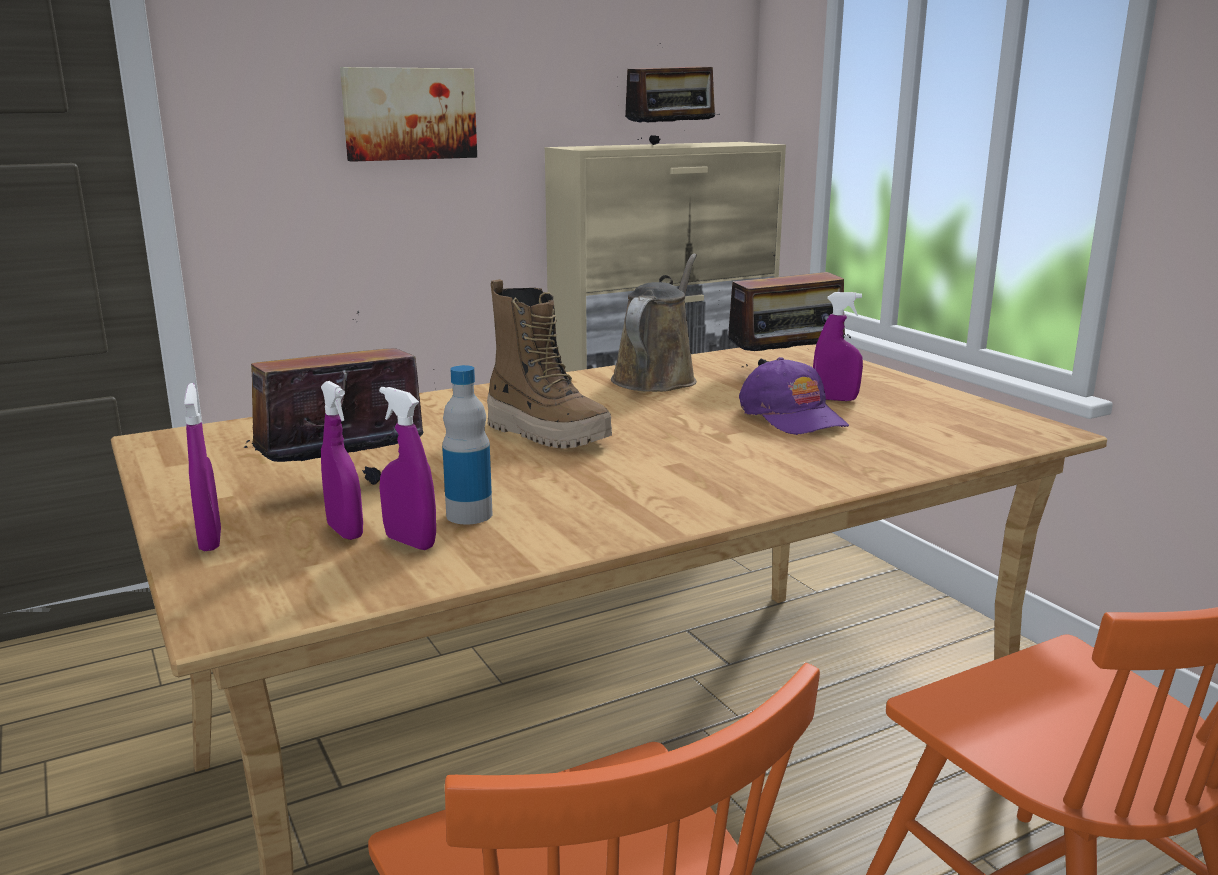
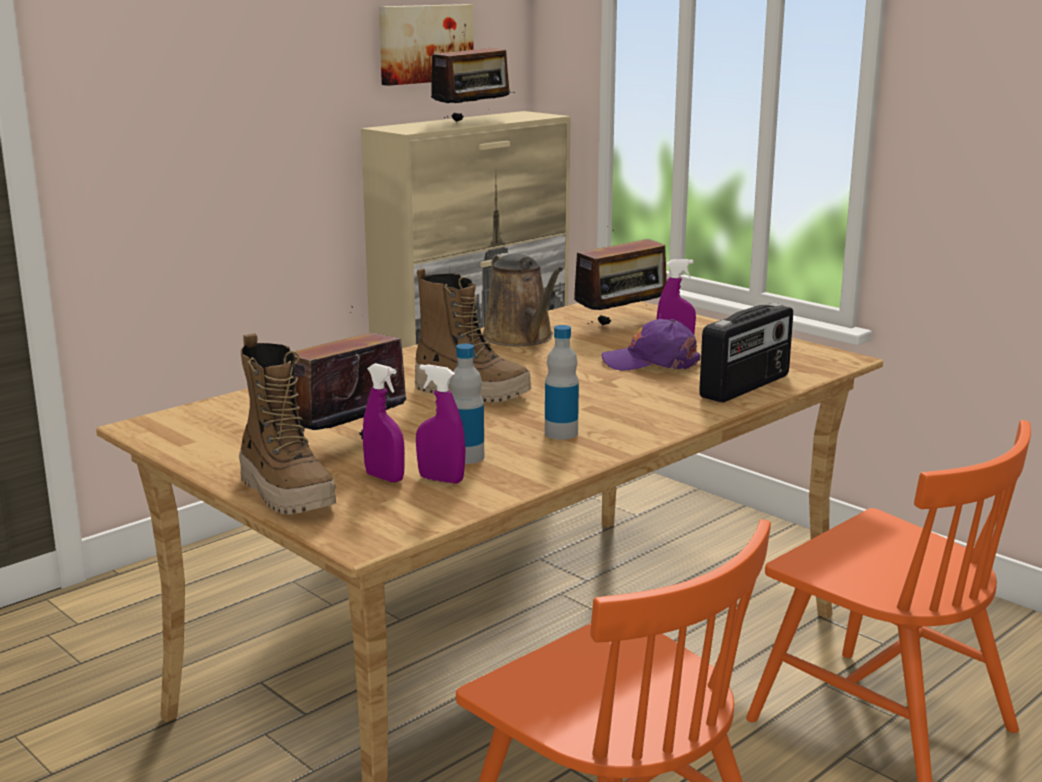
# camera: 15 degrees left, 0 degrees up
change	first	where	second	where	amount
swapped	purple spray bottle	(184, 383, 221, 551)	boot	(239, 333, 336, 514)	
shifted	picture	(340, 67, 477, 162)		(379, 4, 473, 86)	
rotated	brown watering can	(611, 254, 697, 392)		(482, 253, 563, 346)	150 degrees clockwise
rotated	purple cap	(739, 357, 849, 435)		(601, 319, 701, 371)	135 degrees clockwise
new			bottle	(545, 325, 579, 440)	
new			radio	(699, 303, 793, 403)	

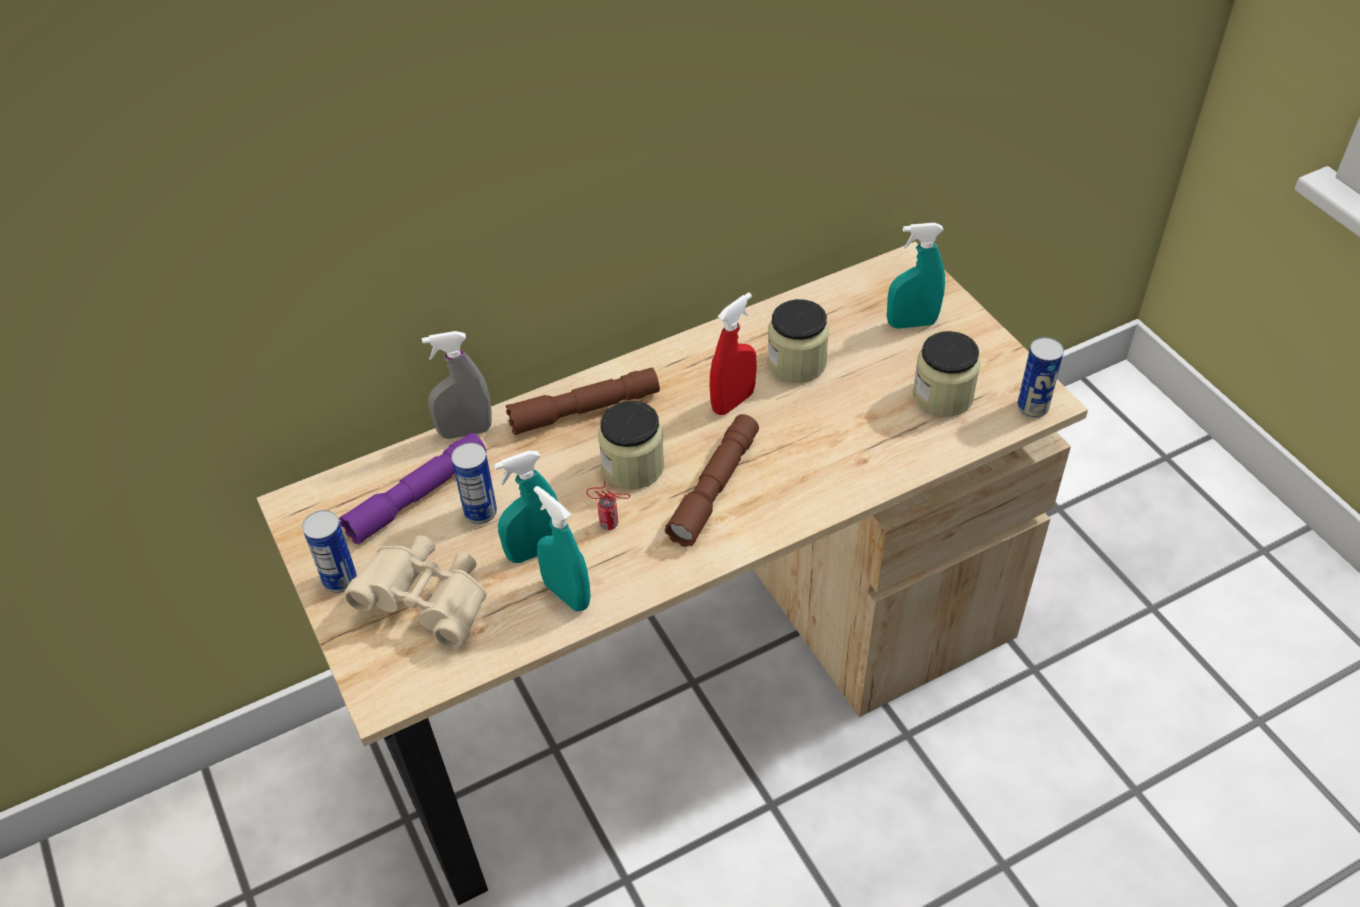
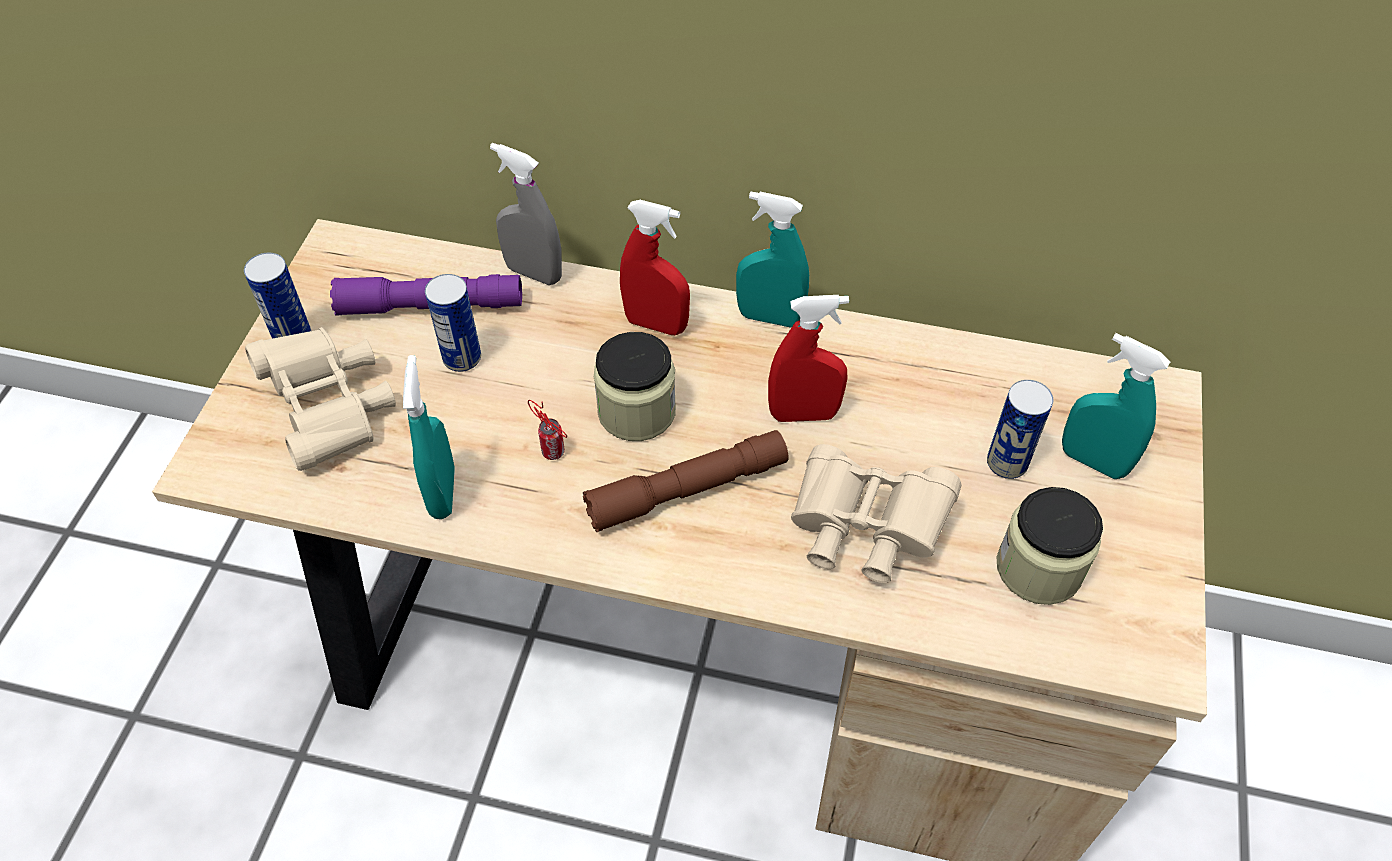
# camera: 40 degrees right, 5 degrees up
change	first	where	second	where	amount
shifted	turquoise spray bottle	(494, 451, 558, 563)		(736, 191, 809, 328)	
swapped	brown flashlight	(506, 368, 660, 435)	red spray bottle	(620, 200, 690, 335)	
gone	jar	(767, 299, 829, 383)			
shifted	can	(1017, 337, 1064, 418)		(987, 380, 1053, 479)	
new			beige binoculars	(791, 444, 961, 583)	

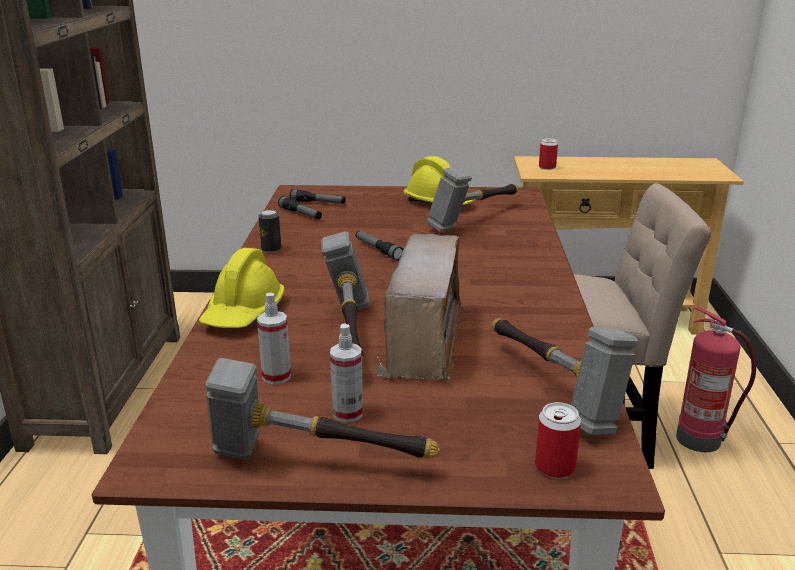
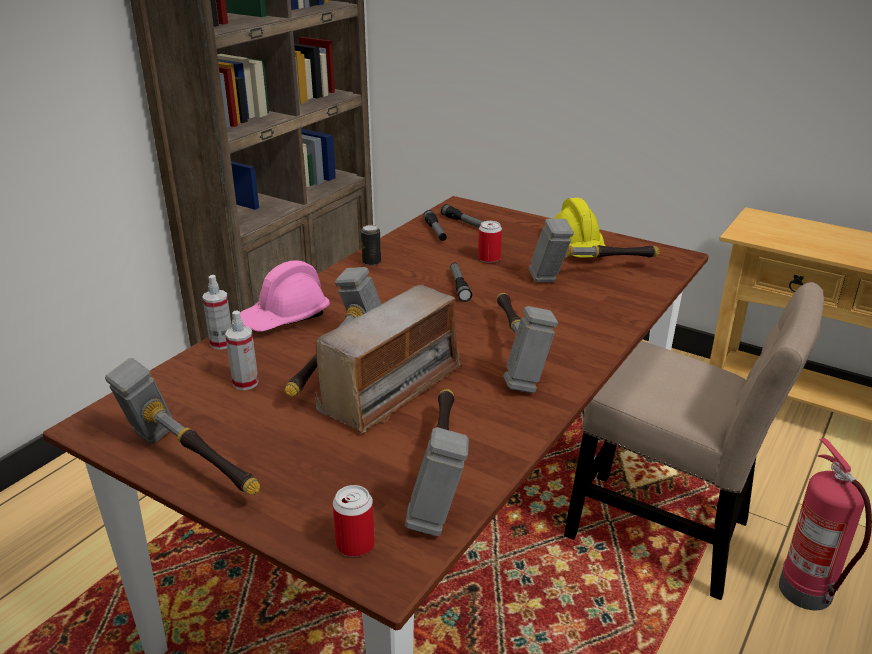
# camera: 30 degrees right, 5 degrees up
change	first	where	second	where	amount
repainted	yellow hard hat	(199, 248, 285, 328)	pink hard hat	(240, 260, 330, 332)	
shifted	spray bottle	(330, 324, 363, 423)		(202, 275, 232, 350)	
shifted	can	(539, 138, 558, 170)		(478, 221, 502, 263)	
new			hammer	(497, 293, 558, 393)	

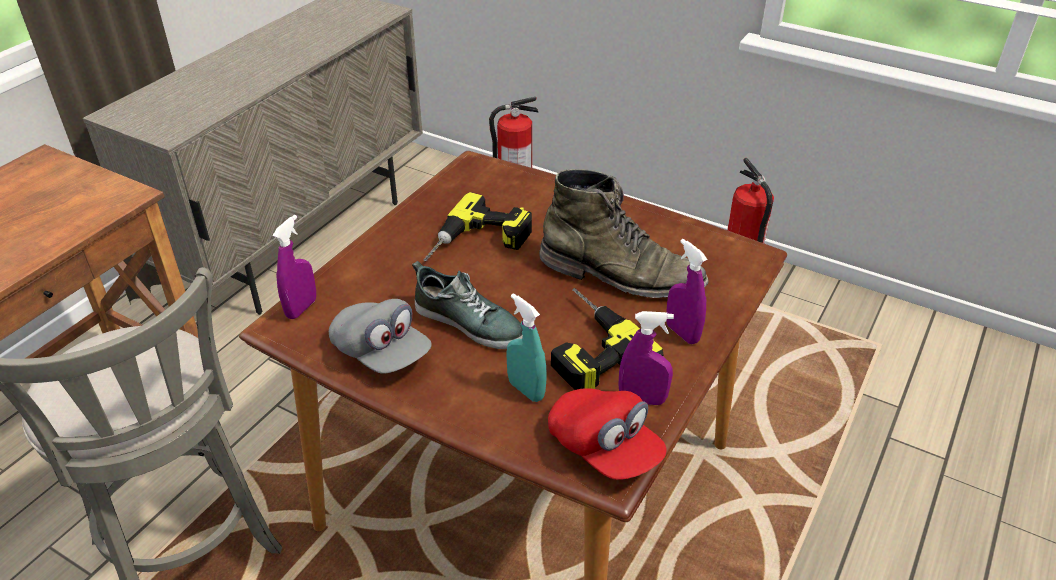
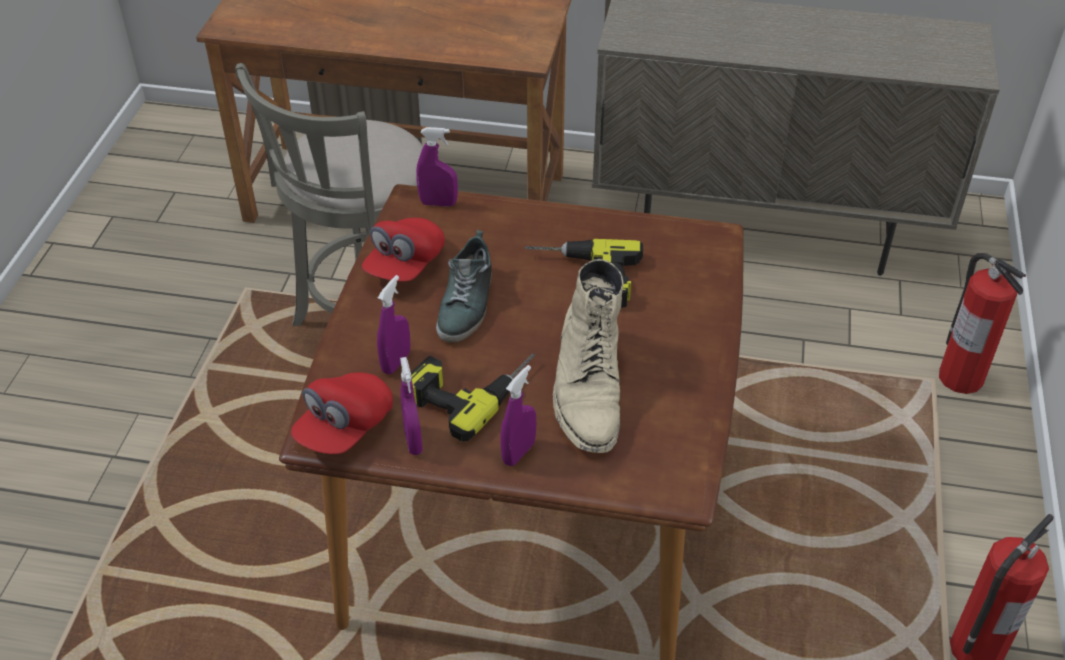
# camera: 70 degrees right, 5 degrees up
change	first	where	second	where	amount
repainted	grey cap	(329, 299, 432, 374)	red cap	(362, 218, 445, 282)	
repainted	turquoise spray bottle	(506, 293, 547, 402)	purple spray bottle	(377, 275, 410, 374)	
repainted	green boot	(539, 169, 709, 298)	beige boot	(553, 259, 623, 453)	

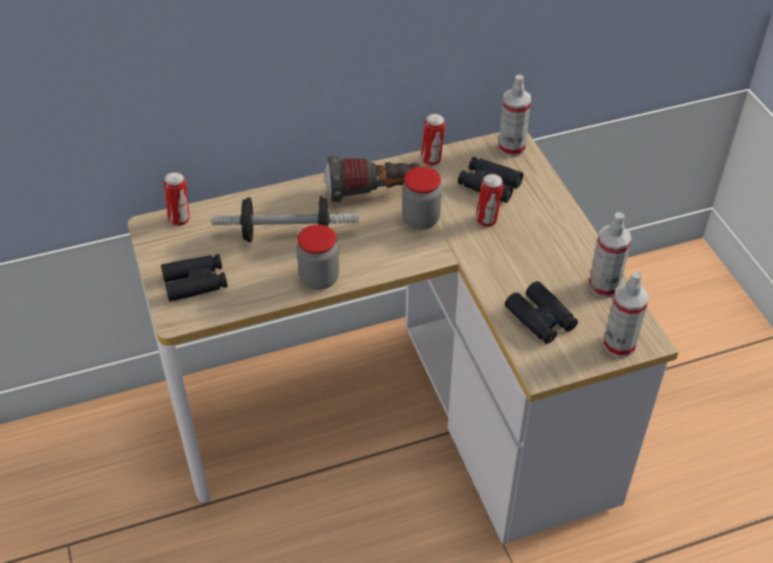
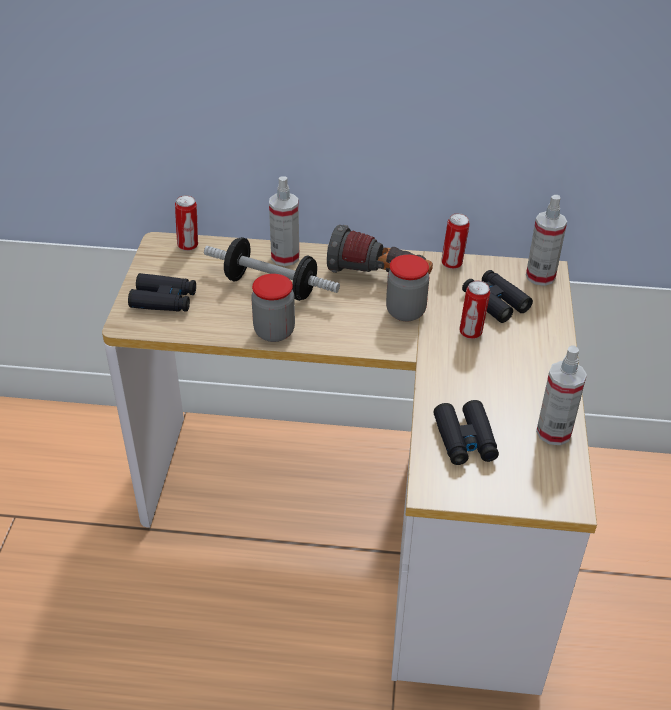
# camera: 25 degrees right, 5 degrees down
change	first	where	second	where	amount
shifted	spray bottle	(603, 271, 649, 358)		(269, 176, 299, 266)	

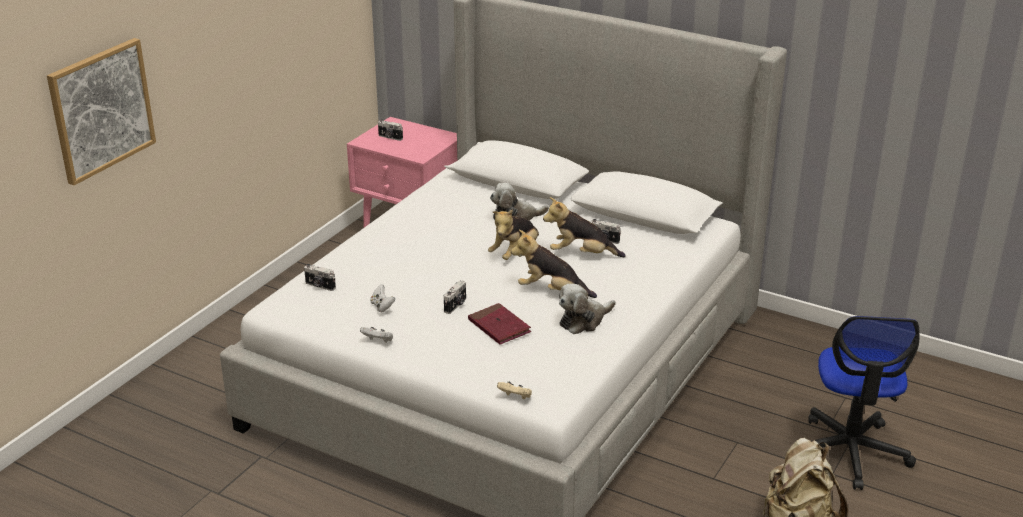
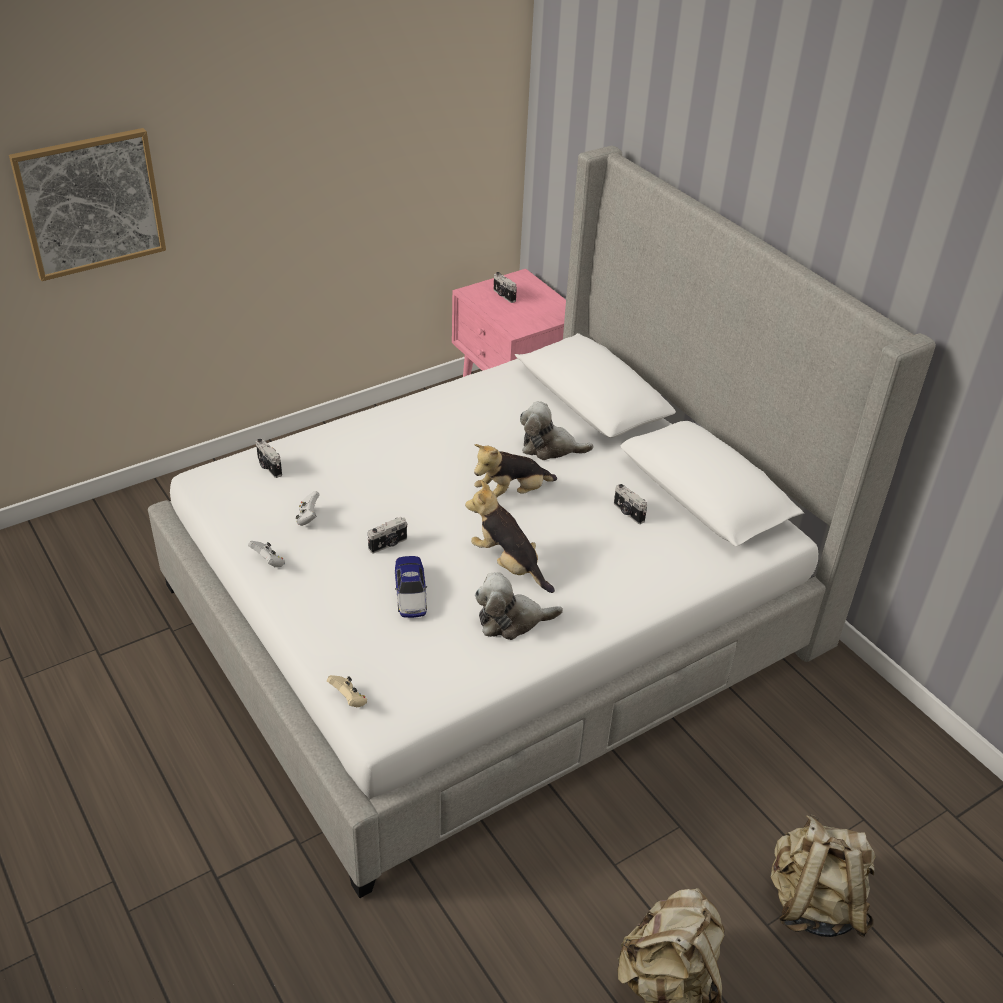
# camera: 25 degrees right, 10 degrees up
change	first	where	second	where	amount
swapped	red book	(468, 303, 531, 345)	toy car	(395, 556, 427, 618)	
gone	plush toy	(543, 197, 625, 257)			
swapped	office chair	(808, 316, 920, 490)	beige backpack	(771, 814, 876, 938)	

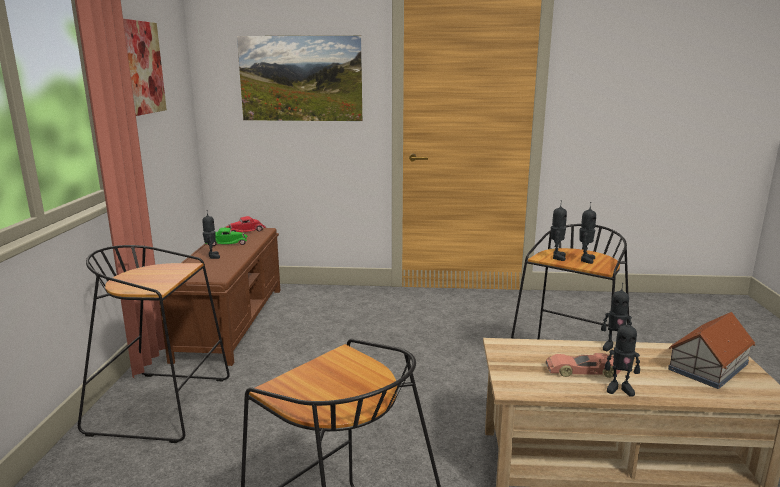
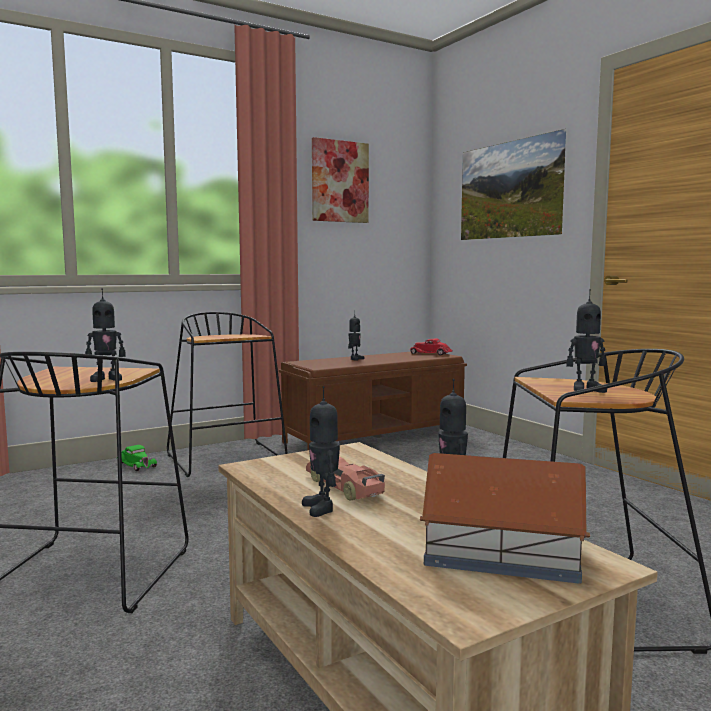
# camera: 55 degrees right, 10 degrees down
change	first	where	second	where	amount
shifted	green toy car	(205, 228, 248, 246)		(121, 445, 157, 471)	
shifted	toy robot	(551, 200, 567, 261)		(85, 288, 126, 382)	

